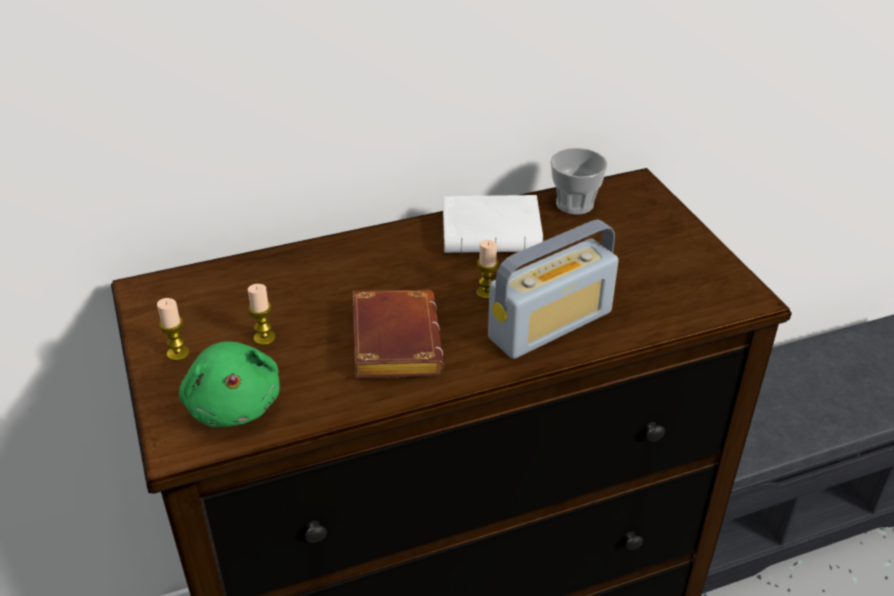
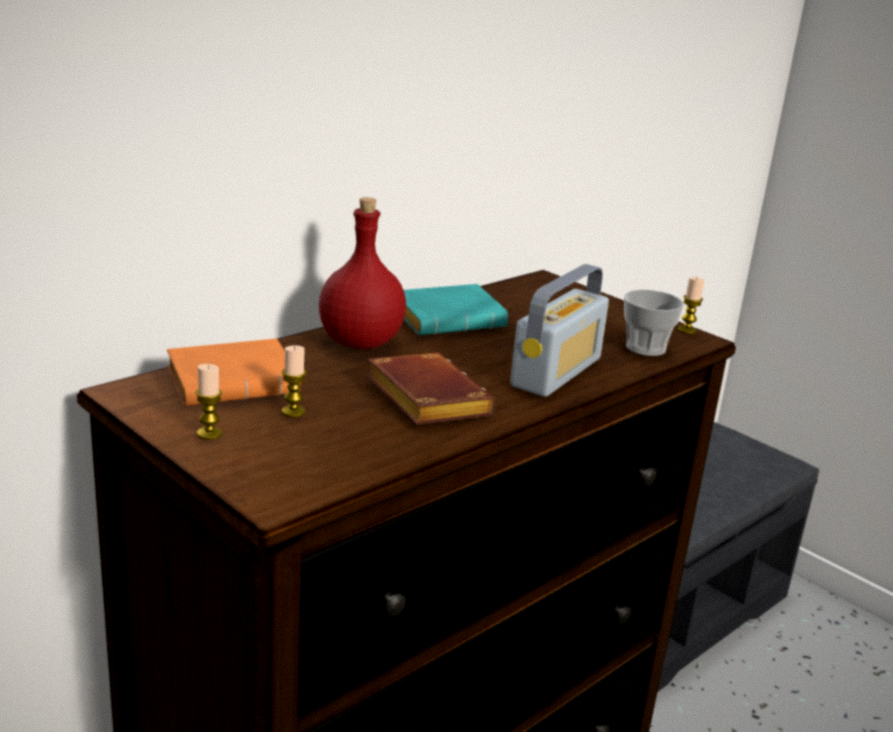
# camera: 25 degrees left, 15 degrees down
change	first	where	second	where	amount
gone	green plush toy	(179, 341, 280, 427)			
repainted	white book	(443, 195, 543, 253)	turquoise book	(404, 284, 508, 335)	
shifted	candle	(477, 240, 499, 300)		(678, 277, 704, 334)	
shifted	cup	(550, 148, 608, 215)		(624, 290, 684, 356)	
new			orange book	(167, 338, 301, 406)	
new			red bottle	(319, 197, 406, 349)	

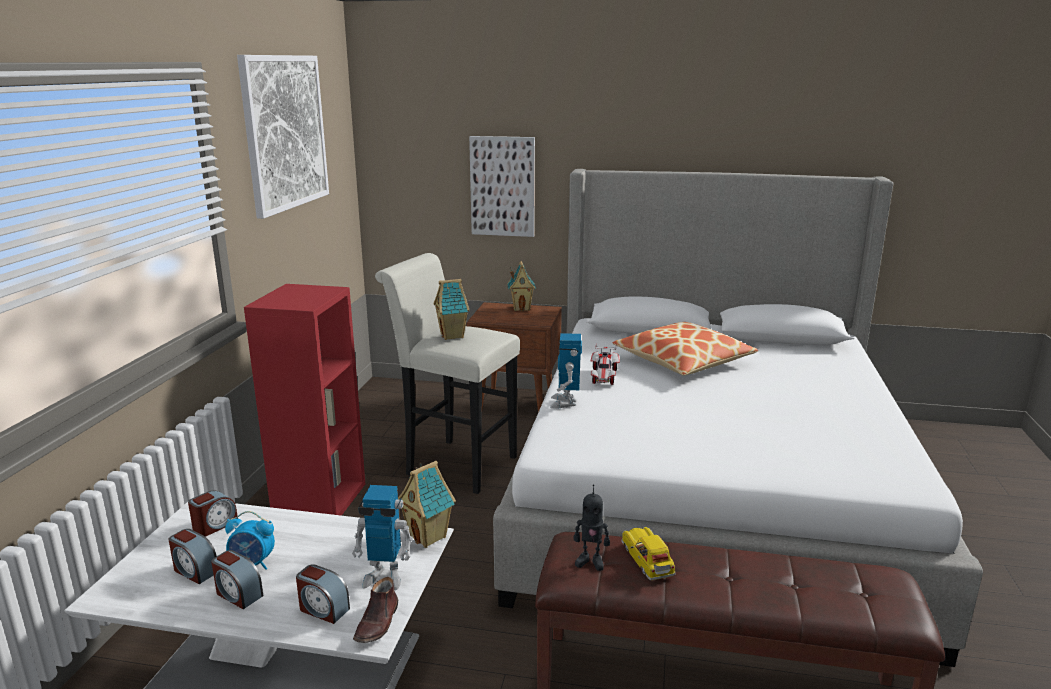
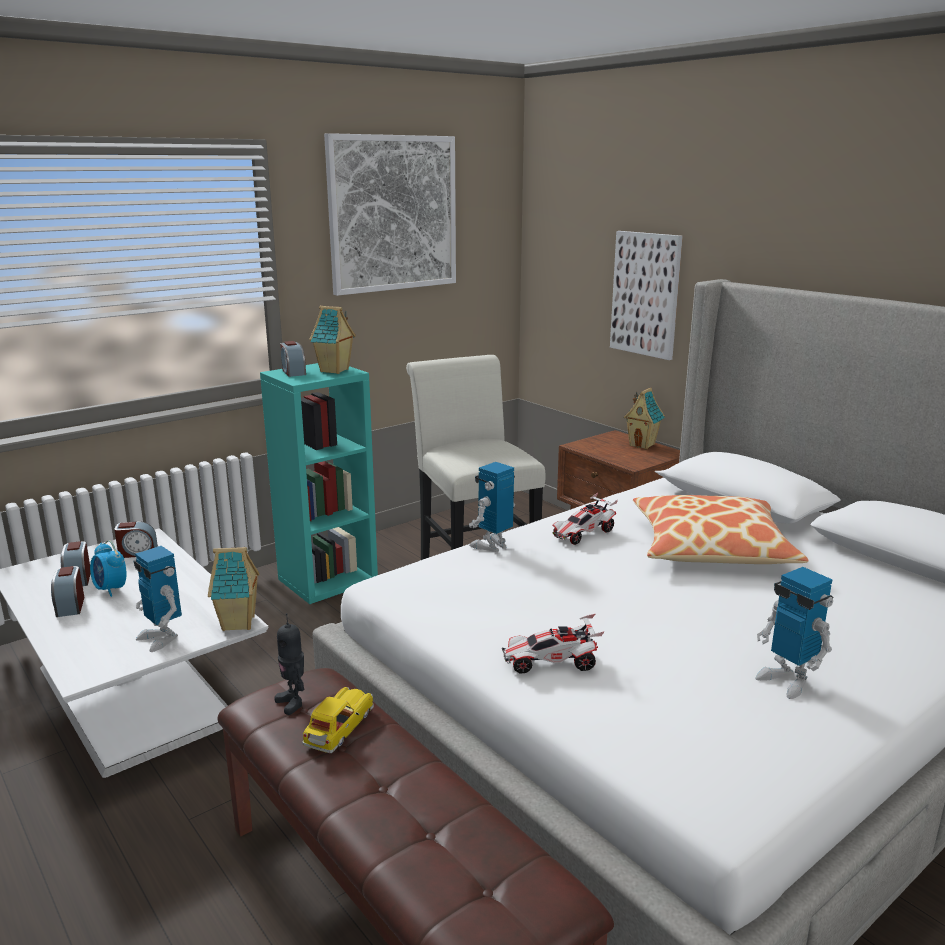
# camera: 40 degrees right, 0 degrees up
change	first	where	second	where	amount
repainted	red bookcase	(244, 284, 365, 516)	turquoise bookcase	(260, 363, 378, 604)	
shifted	alarm clock	(296, 564, 350, 624)		(280, 341, 306, 377)	
gone	brown shoe	(353, 577, 398, 643)			
shifted	toy house	(434, 279, 469, 340)		(309, 306, 356, 374)	
new			toy car	(502, 614, 604, 674)	
new			toy robot	(755, 567, 833, 699)	

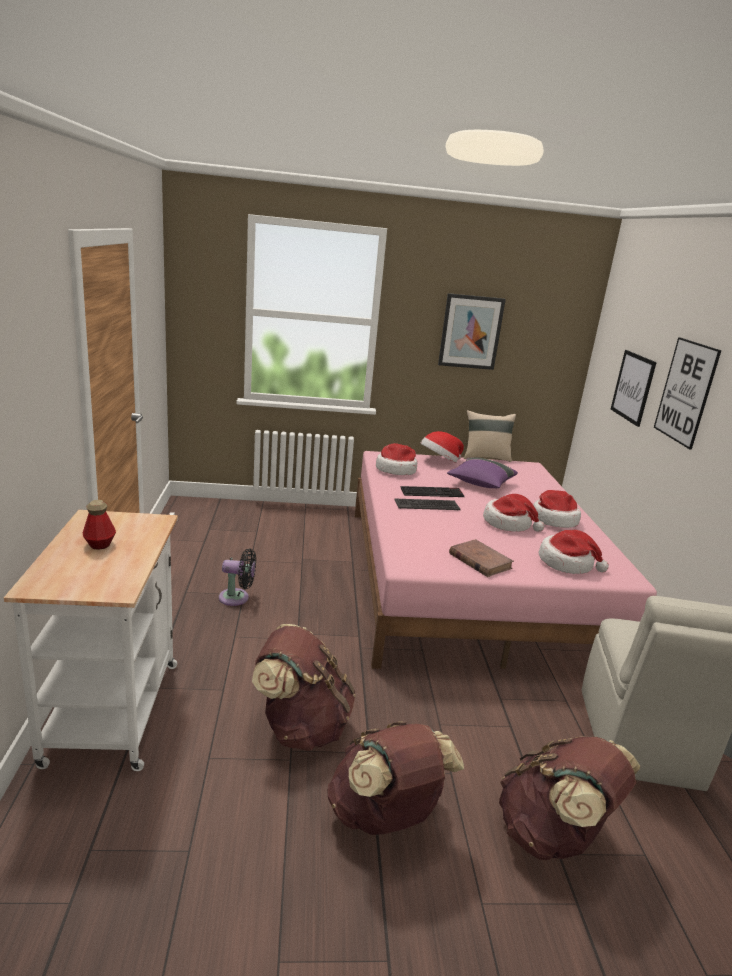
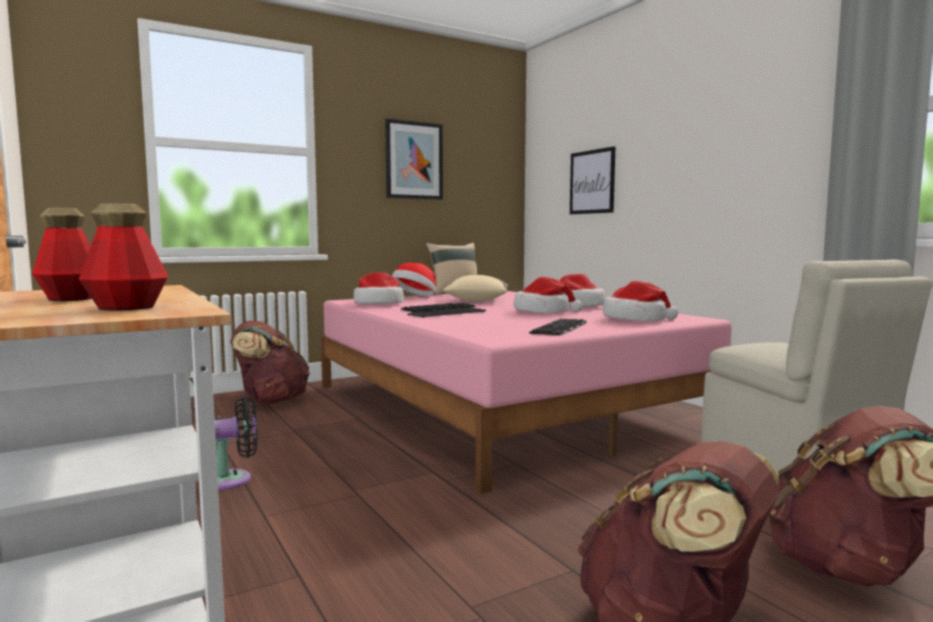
# camera: 25 degrees left, 15 degrees down
change	first	where	second	where	amount
shifted	brown backpack	(252, 624, 356, 751)		(230, 321, 310, 404)	
repainted	purple pillow	(447, 457, 518, 488)	beige pillow	(443, 275, 508, 302)	
swapped	brown book	(449, 539, 514, 577)	keyboard	(529, 319, 587, 336)	
gone	picture	(654, 337, 722, 450)			
new			bottle	(78, 203, 169, 311)	

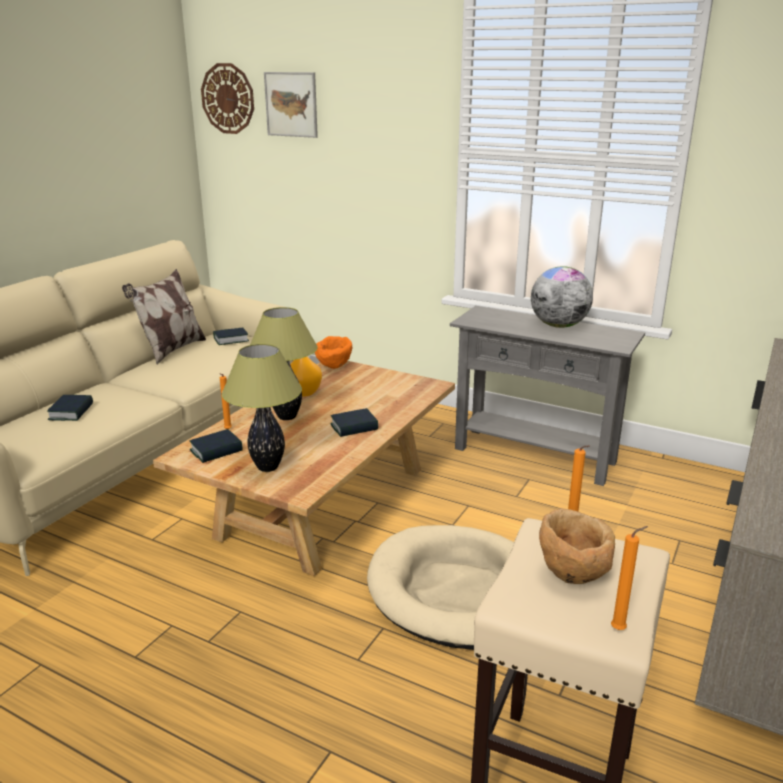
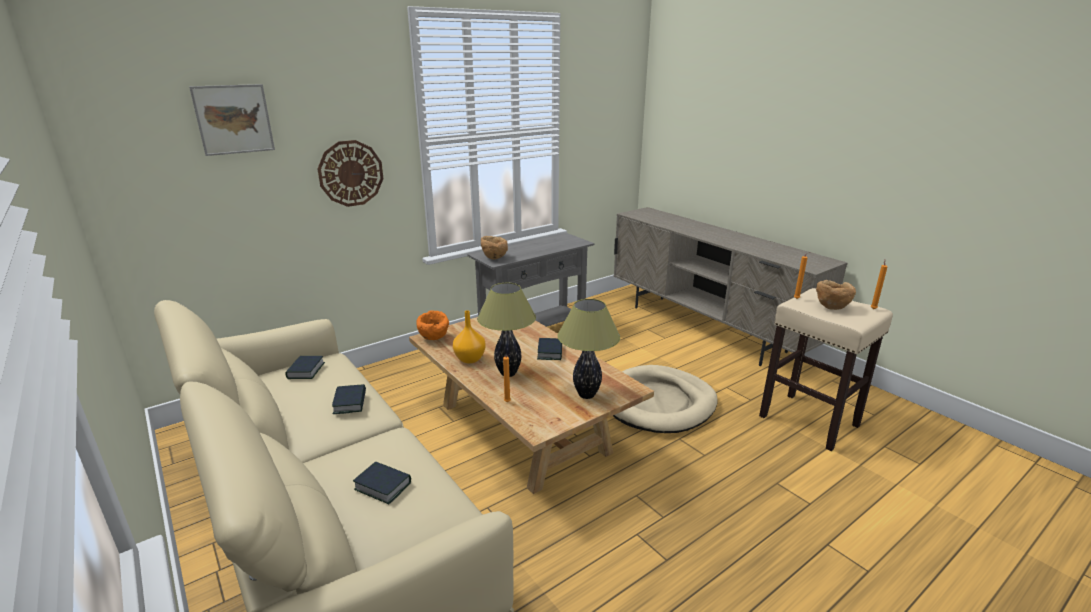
# camera: 65 degrees left, 0 degrees up
change	first	where	second	where	amount
gone	pillow	(122, 269, 206, 365)			
shifted	book	(190, 429, 243, 463)		(332, 384, 366, 414)	
shifted	wall clock	(201, 63, 254, 134)		(317, 140, 384, 207)	
gone	globe	(531, 266, 593, 328)			
new			brown bowl	(481, 236, 508, 260)	

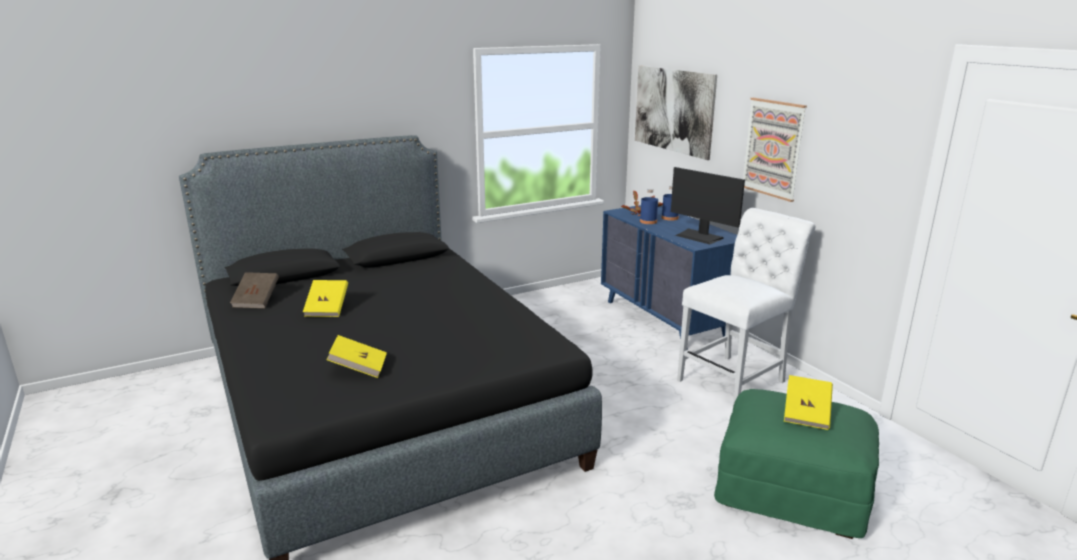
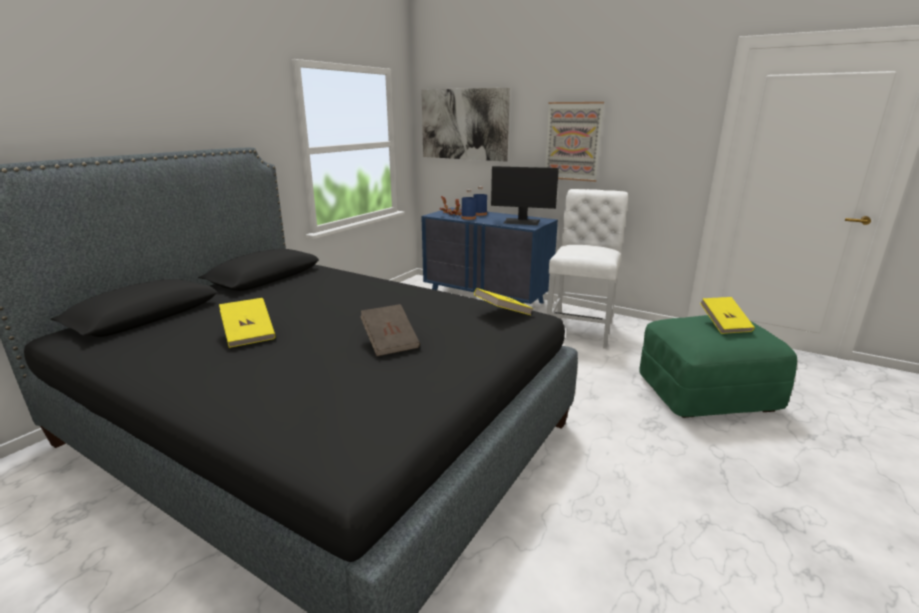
# camera: 30 degrees left, 0 degrees up
change	first	where	second	where	amount
shifted	brown book	(230, 272, 279, 309)		(360, 304, 420, 356)	
shifted	yellow book	(326, 335, 387, 378)		(474, 288, 534, 315)	

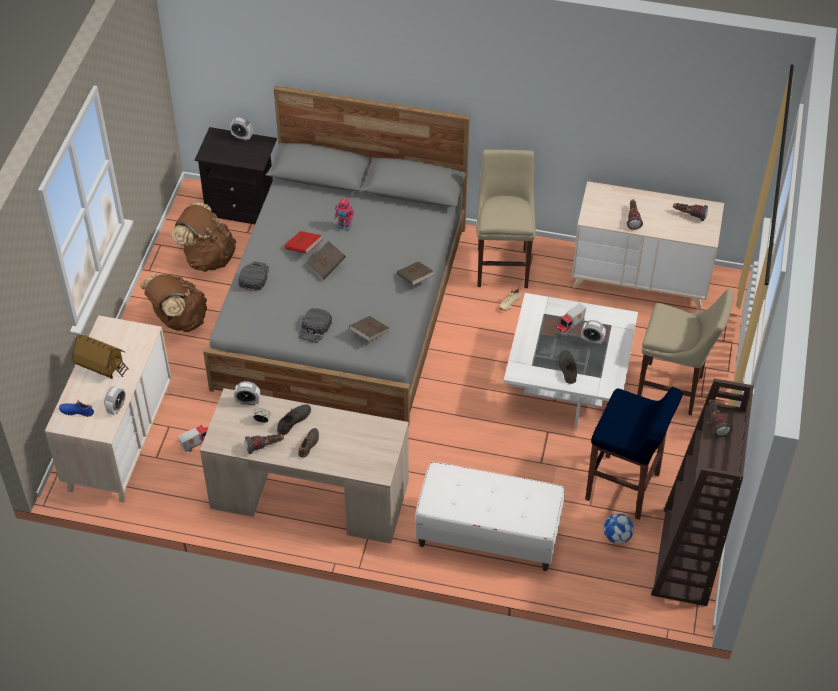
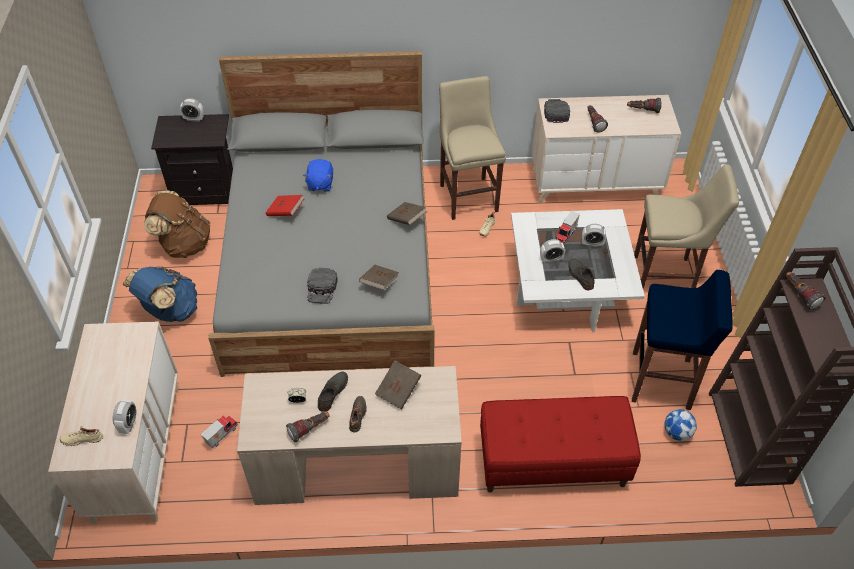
# camera: 15 degrees left, 0 degrees up
change	first	where	second	where	amount
repainted	blue shoe	(59, 400, 94, 417)	beige shoe	(60, 426, 103, 446)	
gone	toy house	(72, 335, 129, 379)			
repainted	brown backpack	(140, 274, 207, 332)	blue backpack	(122, 267, 197, 322)	
shifted	alarm clock	(234, 381, 260, 405)		(540, 239, 565, 263)	
shifted	black cap	(239, 261, 269, 291)		(544, 99, 570, 123)	
shifted	brown book	(307, 241, 346, 280)		(375, 360, 422, 410)	
swapped	toy robot	(335, 198, 354, 231)	blue plush toy	(303, 159, 333, 191)	
repainted	white bench	(415, 462, 565, 571)	red bench	(480, 396, 641, 492)	

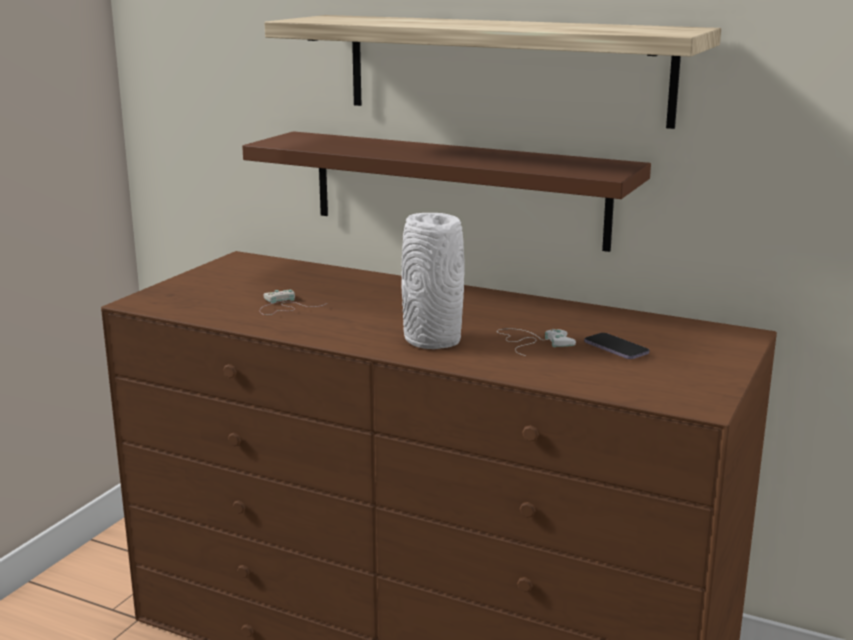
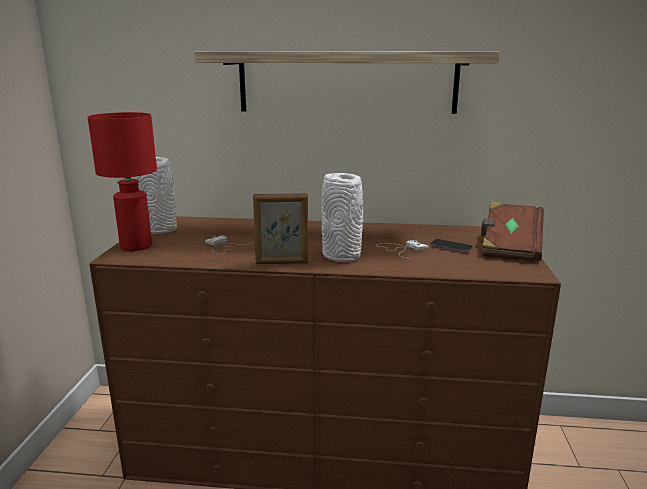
# camera: 20 degrees left, 0 degrees up
change	first	where	second	where	amount
gone	brown shelf	(242, 131, 651, 252)			
new			red table lamp	(88, 112, 157, 251)	
new			white vase	(136, 157, 177, 234)	
new			picture frame	(253, 193, 308, 264)	
new			brown book	(481, 201, 544, 261)	

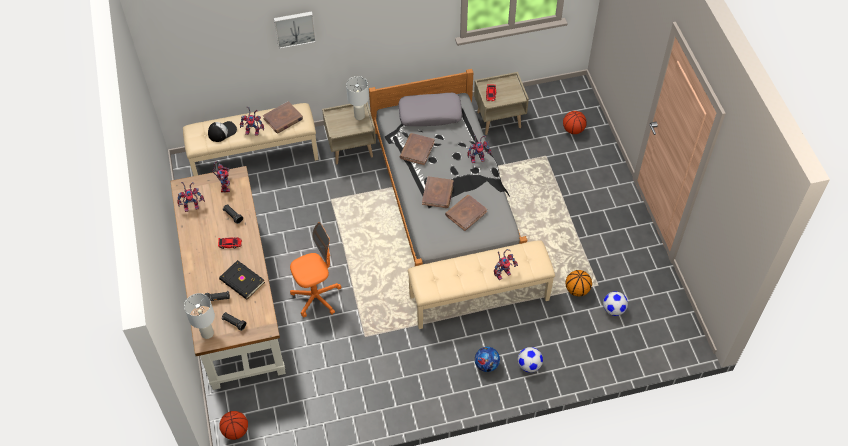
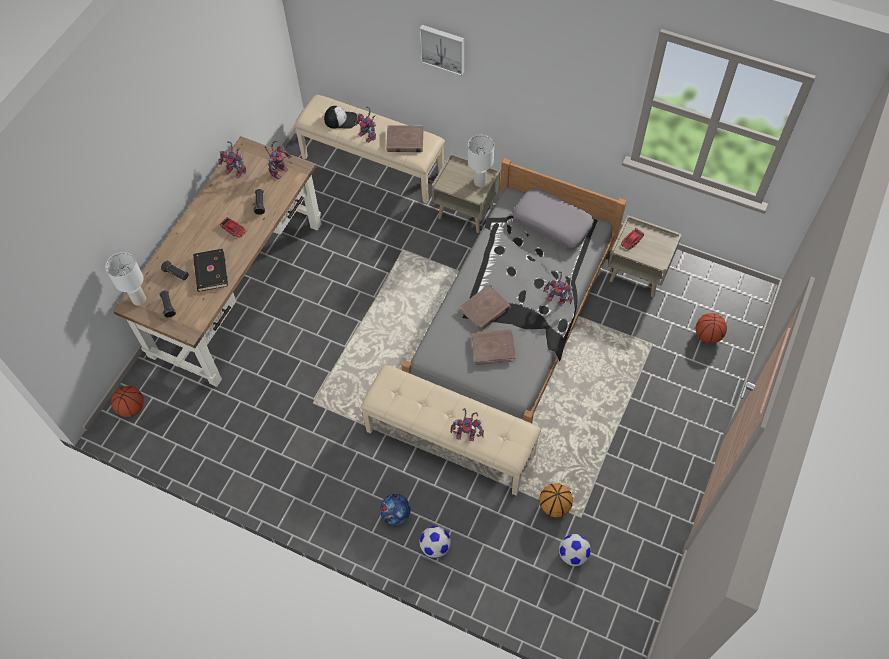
# camera: 40 degrees right, 5 degrees up
change	first	where	second	where	amount
gone	orange office chair	(290, 222, 342, 317)			
gone	brown book	(400, 133, 435, 165)			

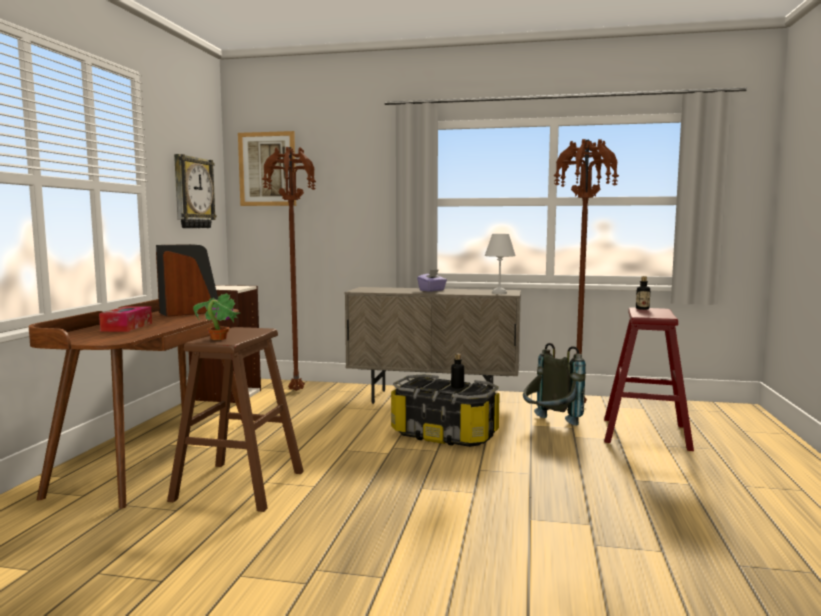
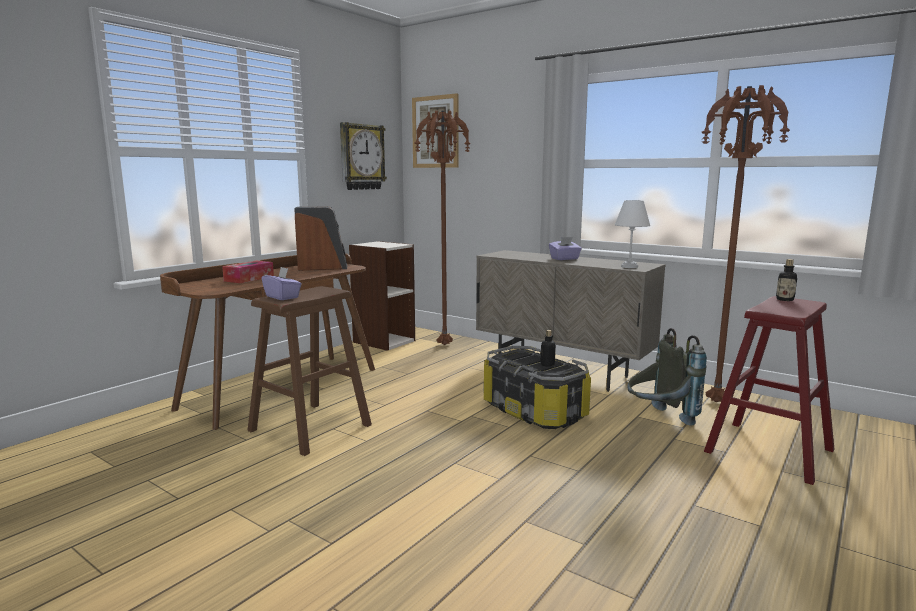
# camera: 25 degrees right, 5 degrees up
change	first	where	second	where	amount
swapped	potted plant	(193, 293, 240, 340)	purple tissue box	(261, 267, 302, 300)	

